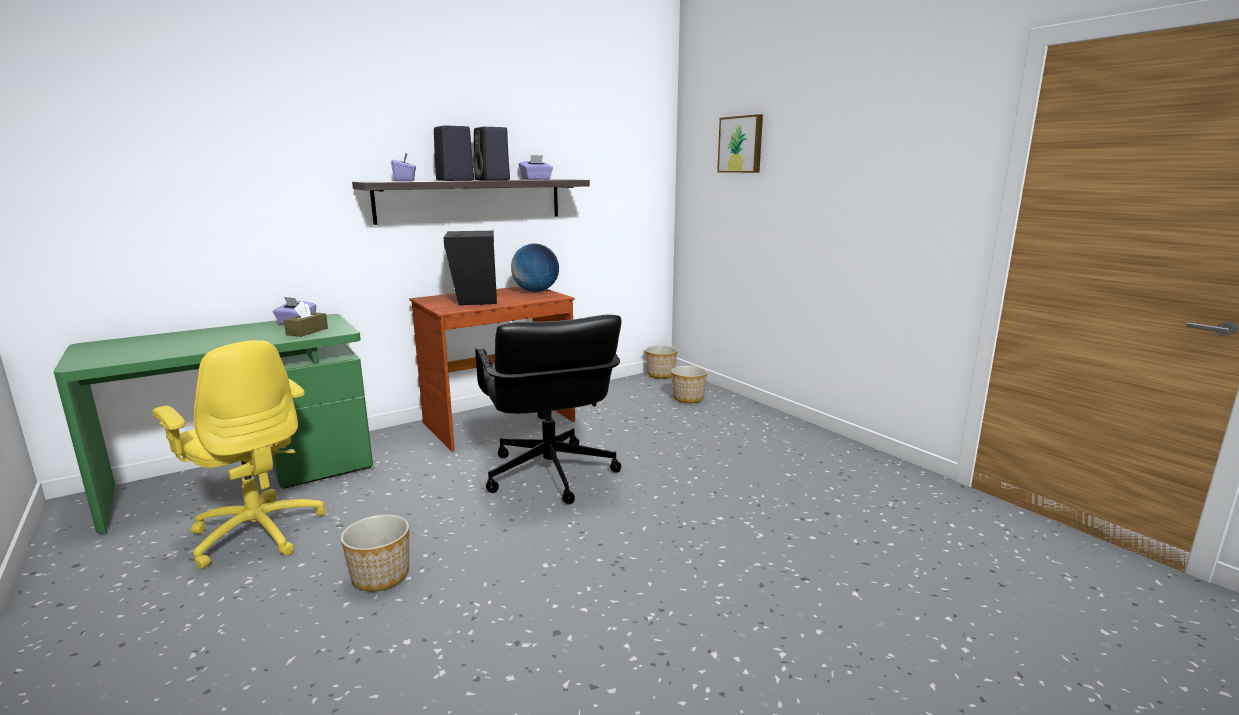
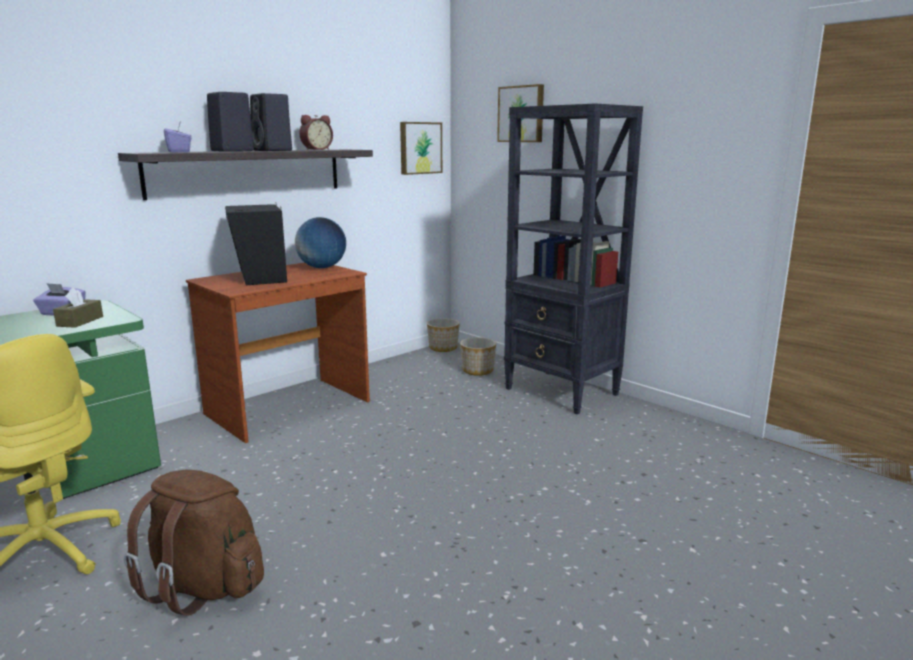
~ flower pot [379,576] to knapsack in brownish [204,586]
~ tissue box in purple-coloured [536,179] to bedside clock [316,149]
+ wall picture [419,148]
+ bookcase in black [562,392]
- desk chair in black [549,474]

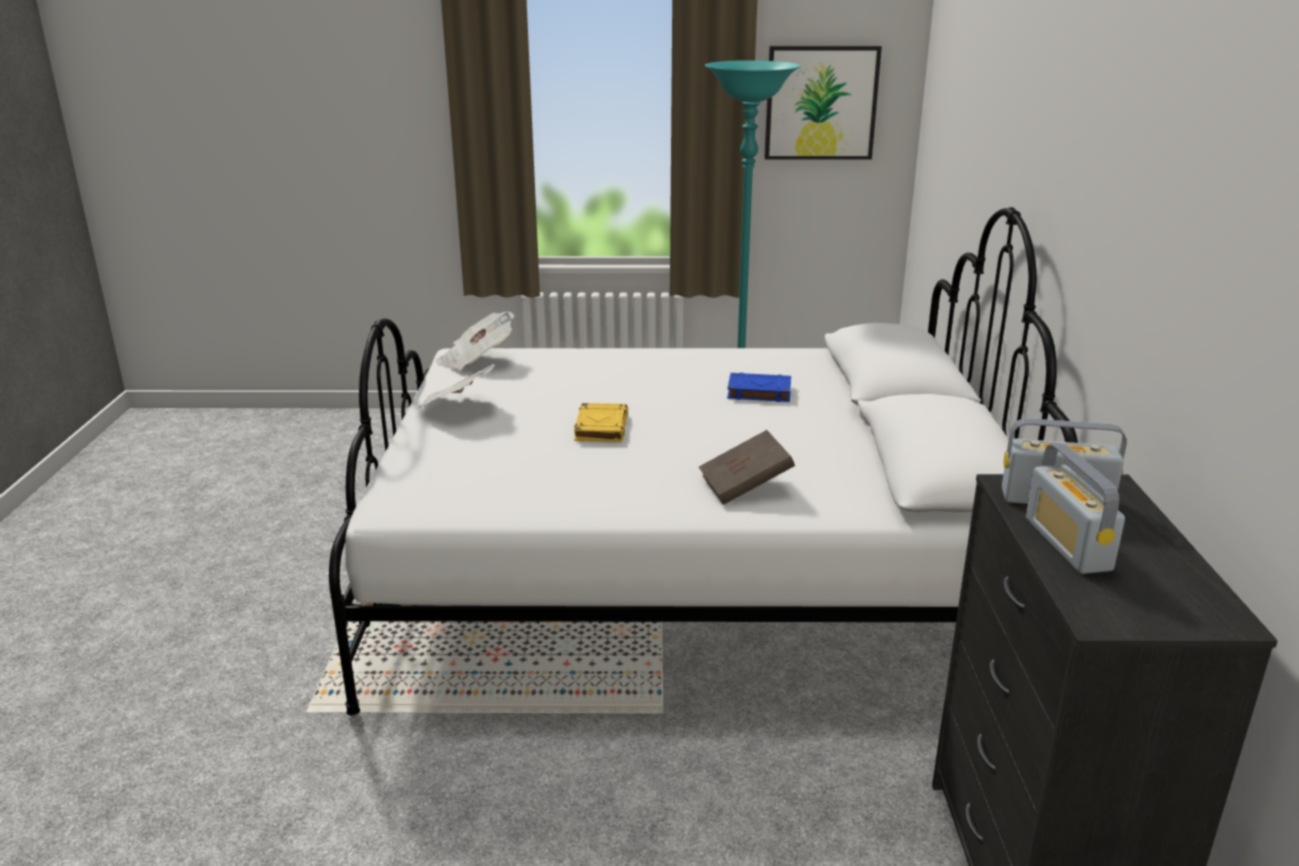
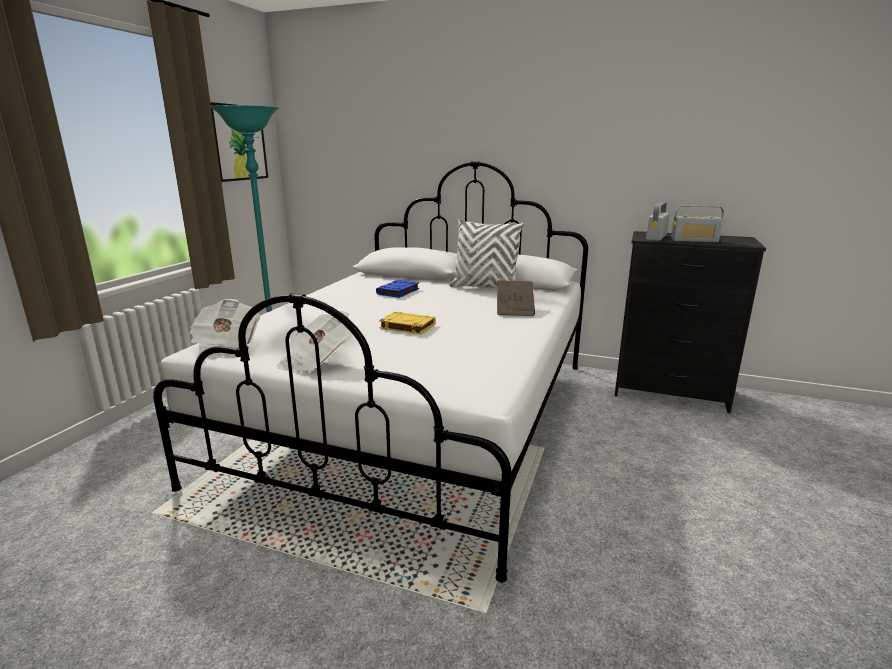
+ throw pillow in white [484,287]

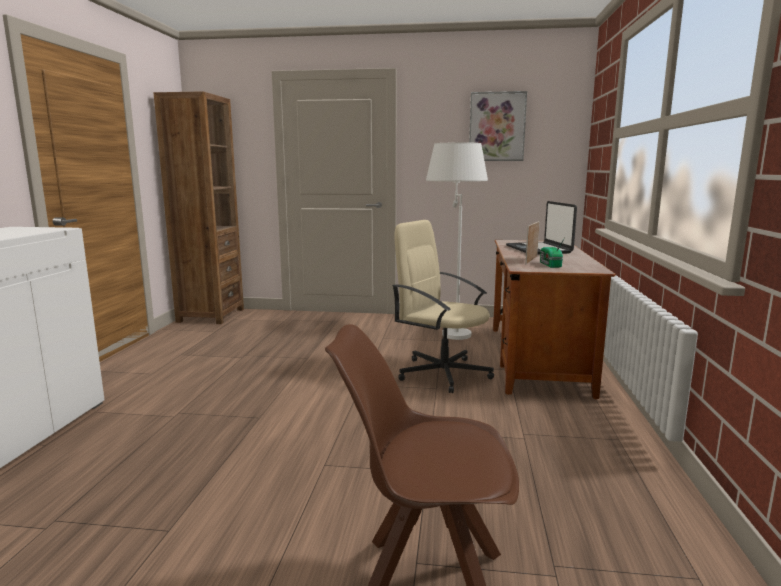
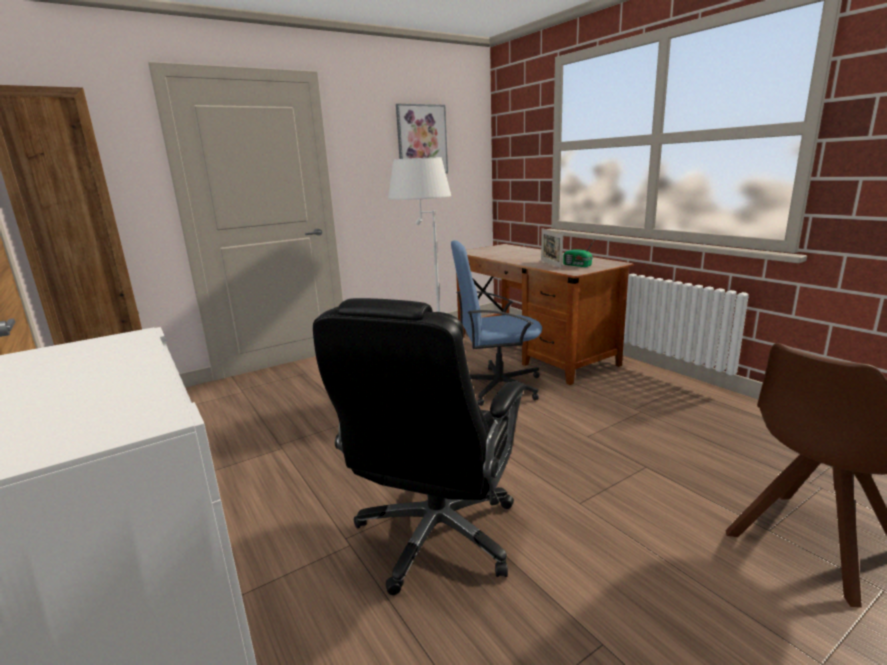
+ desk chair in black [435,536]
~ desk chair in sand-coloured [442,373] to desk chair in blue [497,386]
- portable computer [539,249]

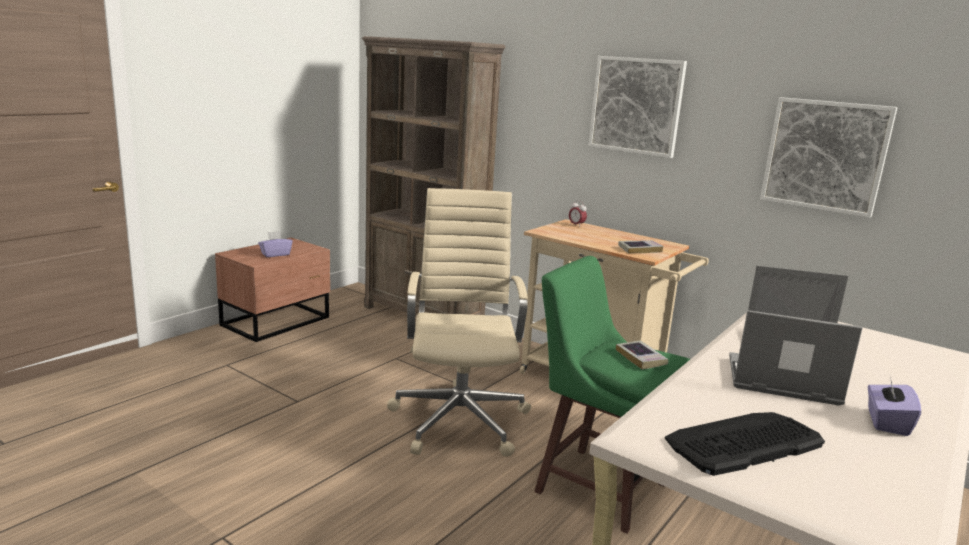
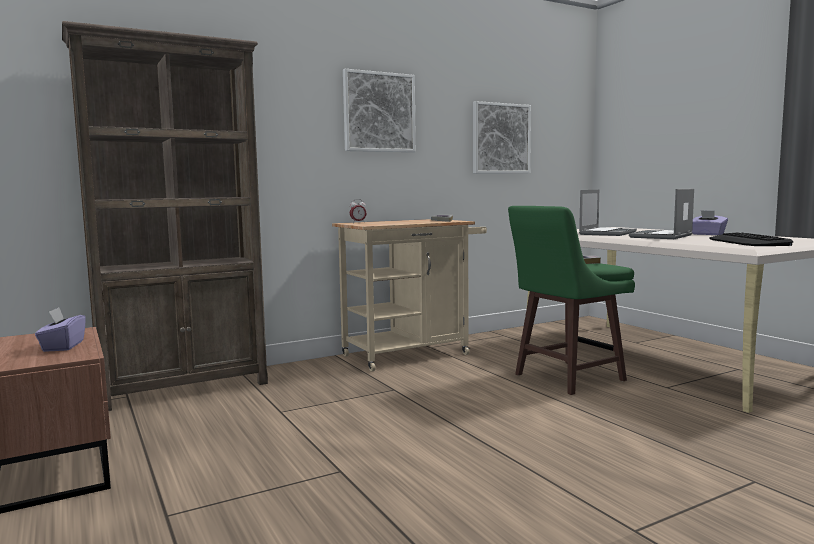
- desk chair in sand-coloured [460,418]

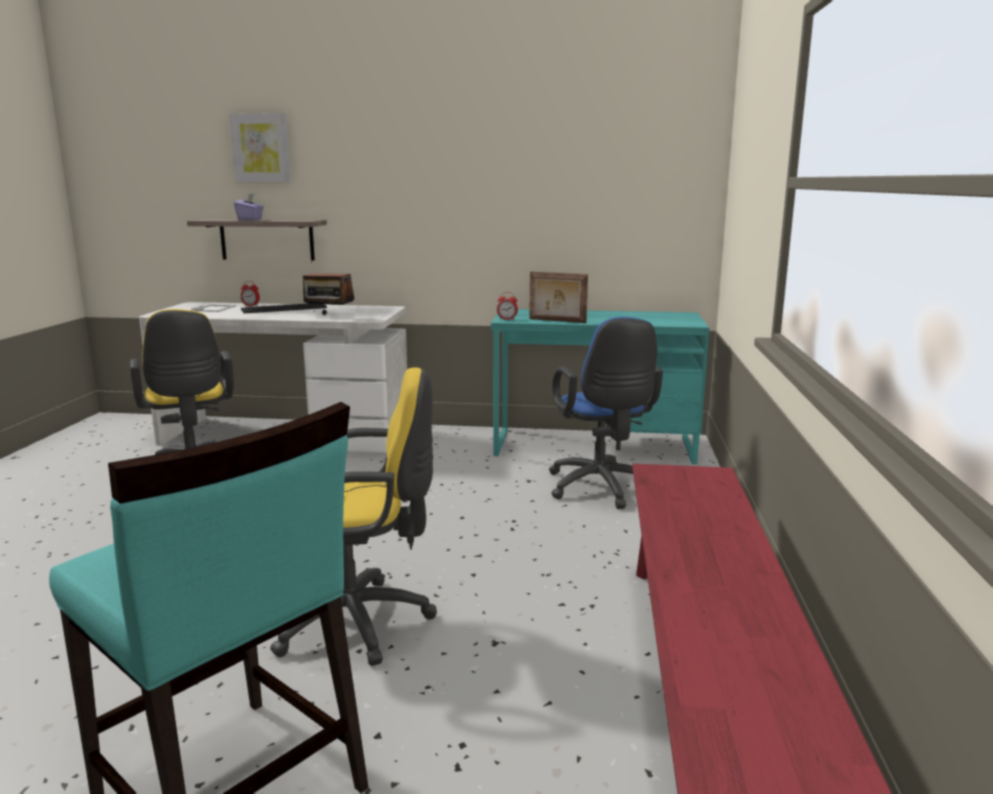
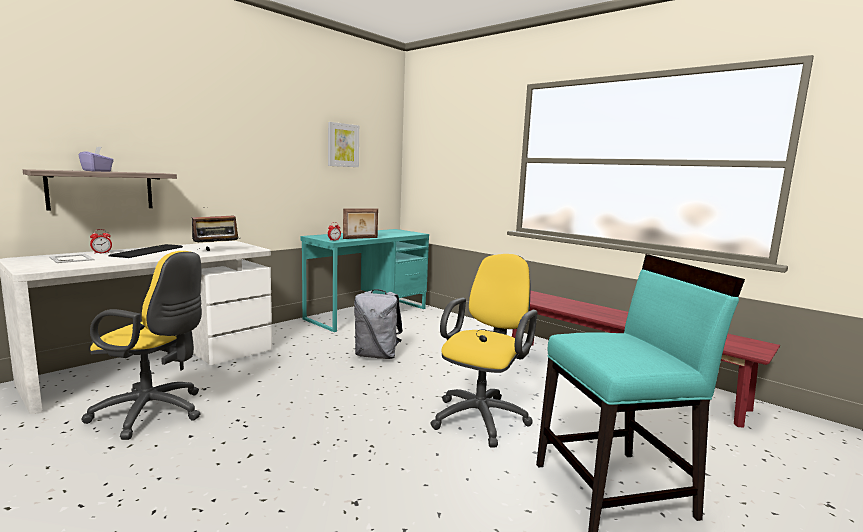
~ wall picture [261,148] to [343,145]
+ knapsack in gray [377,355]
- desk chair in blue [601,489]

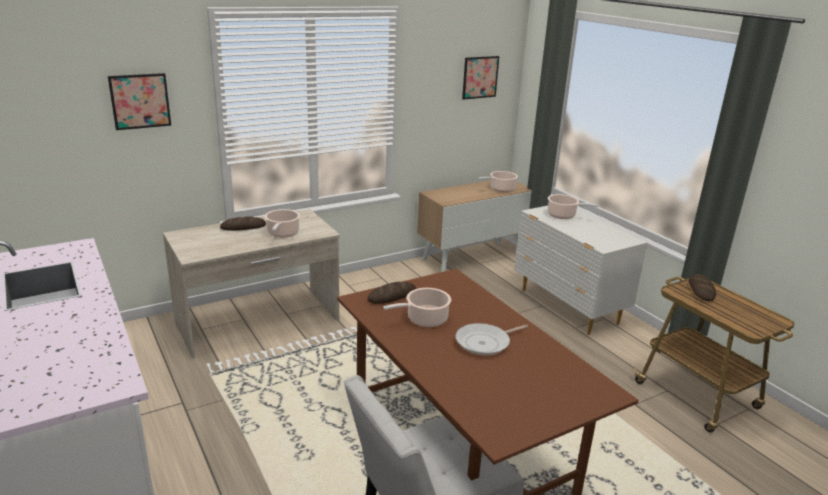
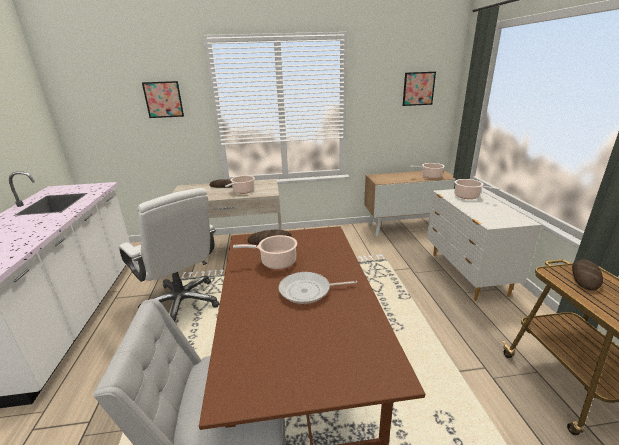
+ desk chair in white [182,303]

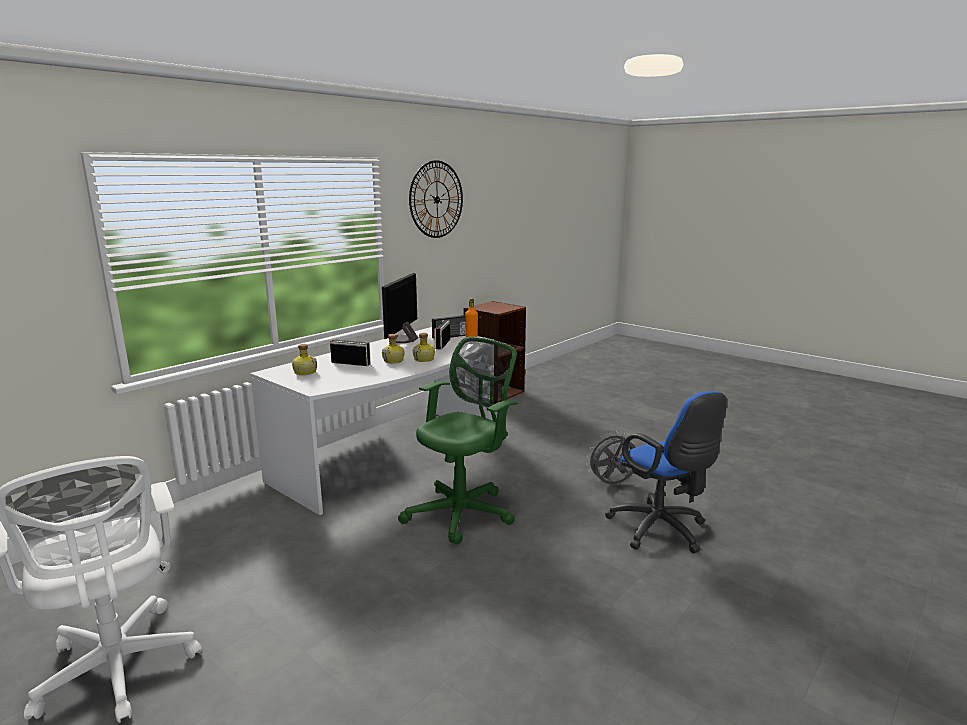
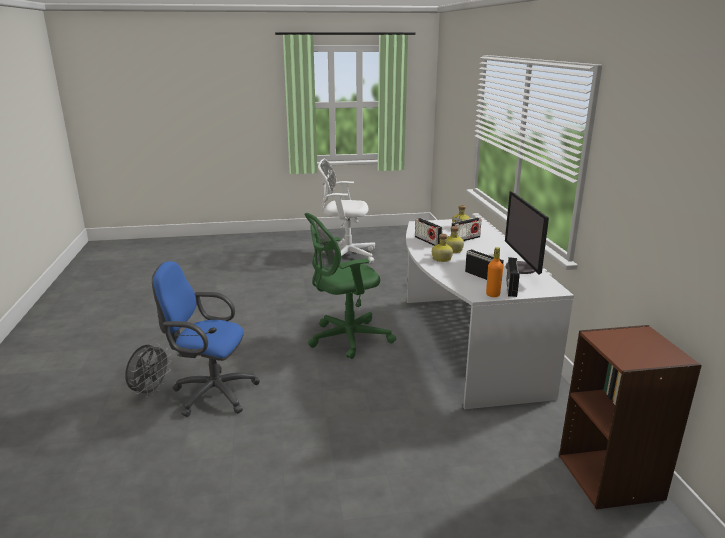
~ electric fan in gray [612,484] to [150,391]
~ desk chair in green [463,512] = [346,339] 75 degrees clockwise
+ radio receiver [427,241]
~ computer screen [403,339] = [522,268] 150 degrees counterclockwise
- wall clock [436,199]

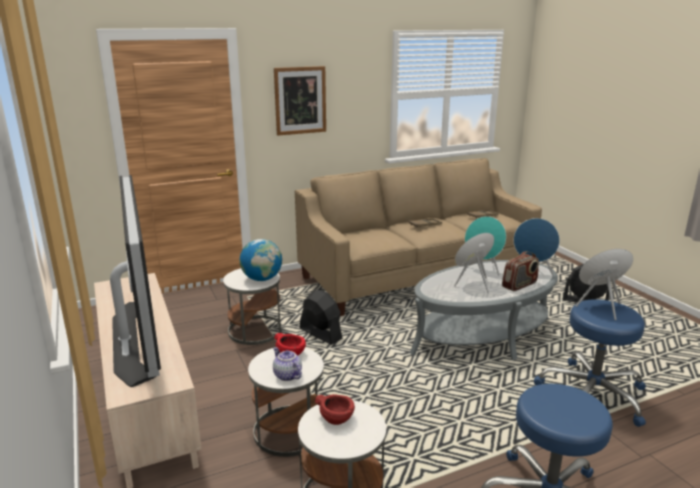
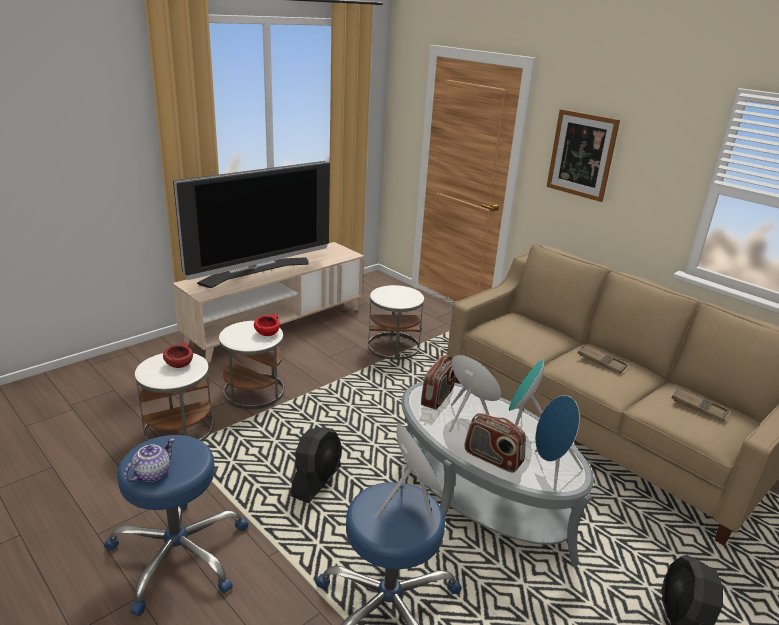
~ teapot [286,375] to [152,473]
~ electric fan in black [320,334] to [316,481]
+ radio receiver [438,397]
- desk globe [262,279]

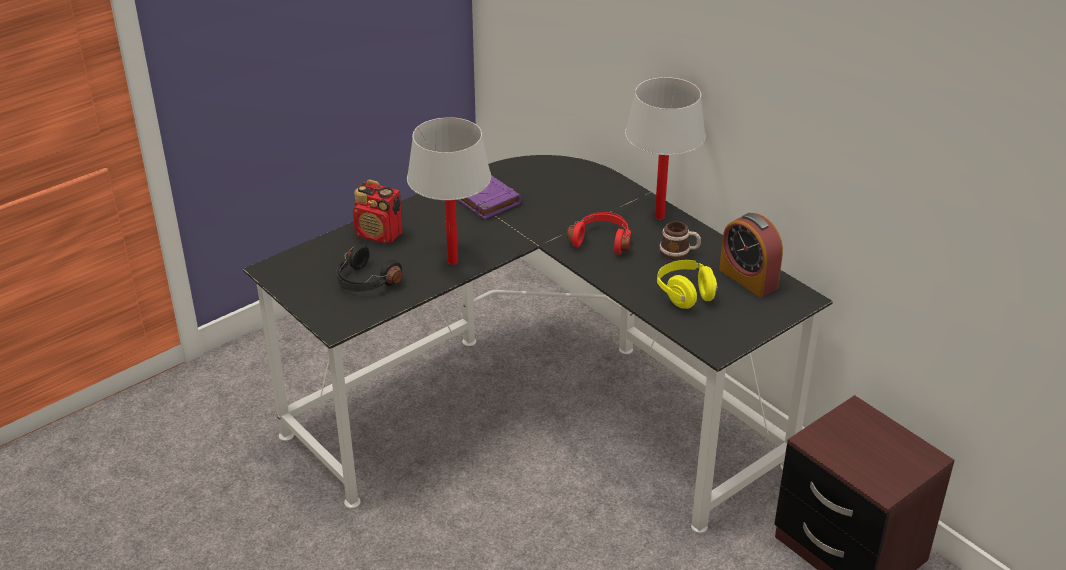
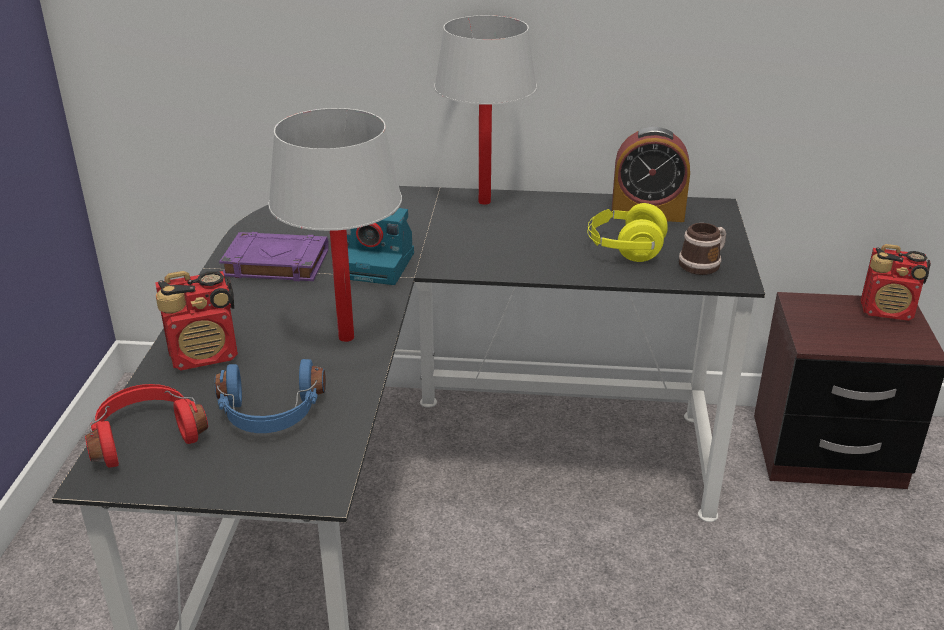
~ headset in red-coloured [602,240] to [146,435]
~ headset in black [365,281] to headset in blue [271,414]
+ photo camera [377,264]
~ mug [679,252] to [703,264]
+ radio receiver [888,311]

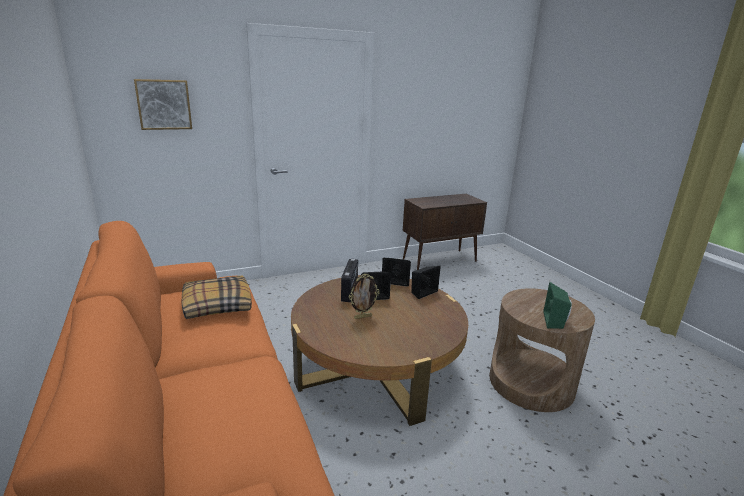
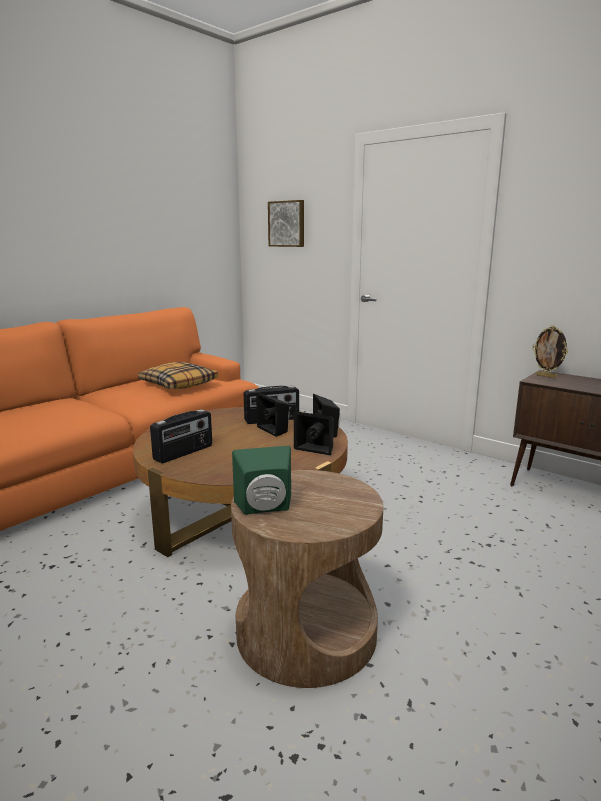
+ radio receiver [184,453]
~ standing frame [363,317] to [546,376]

